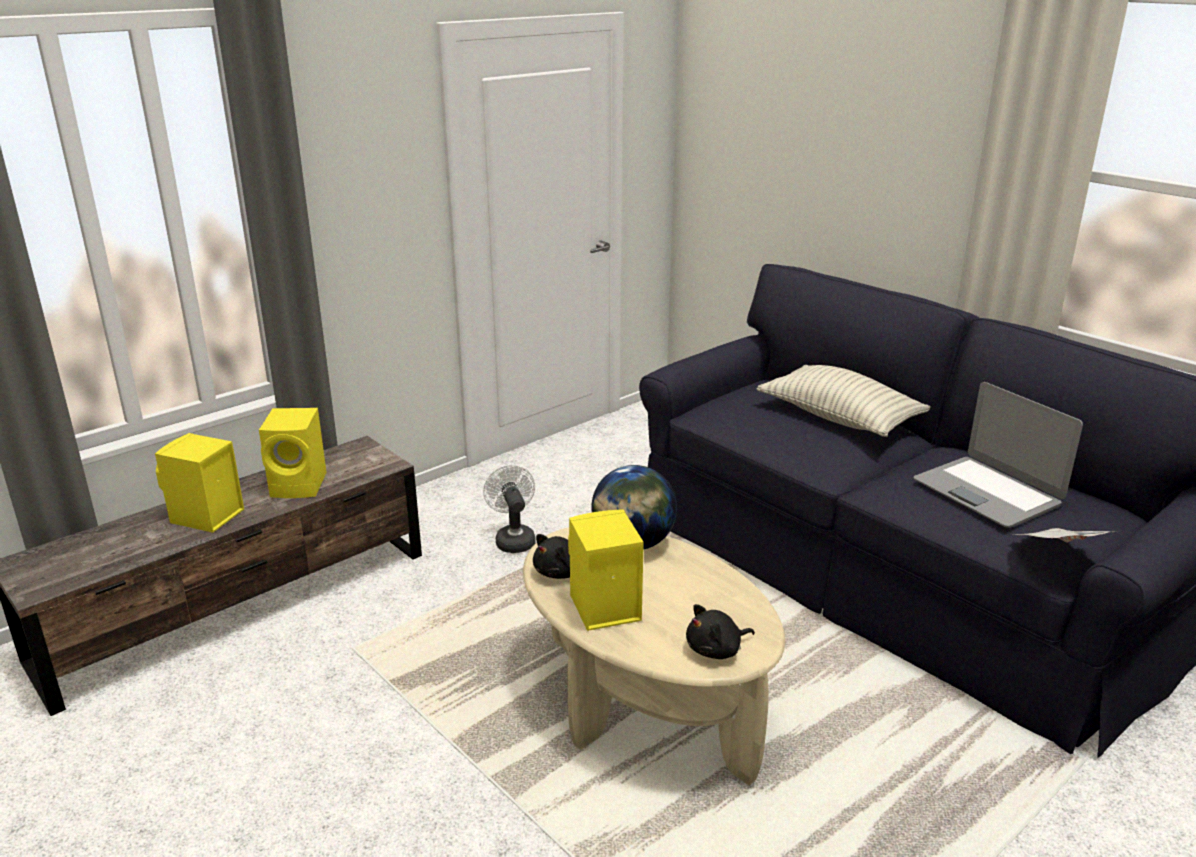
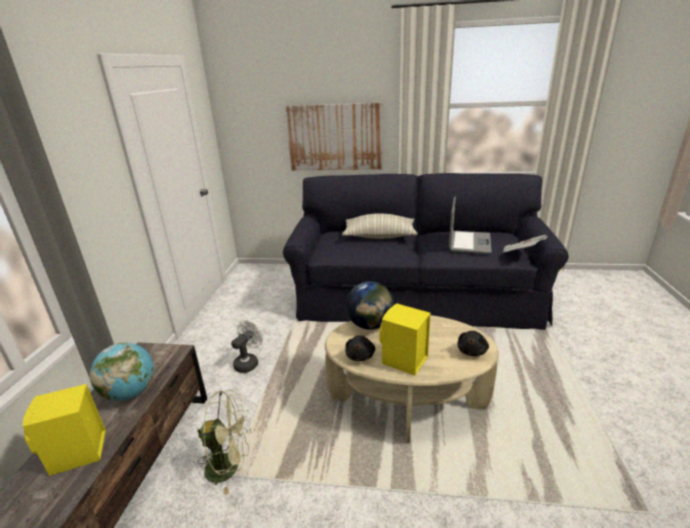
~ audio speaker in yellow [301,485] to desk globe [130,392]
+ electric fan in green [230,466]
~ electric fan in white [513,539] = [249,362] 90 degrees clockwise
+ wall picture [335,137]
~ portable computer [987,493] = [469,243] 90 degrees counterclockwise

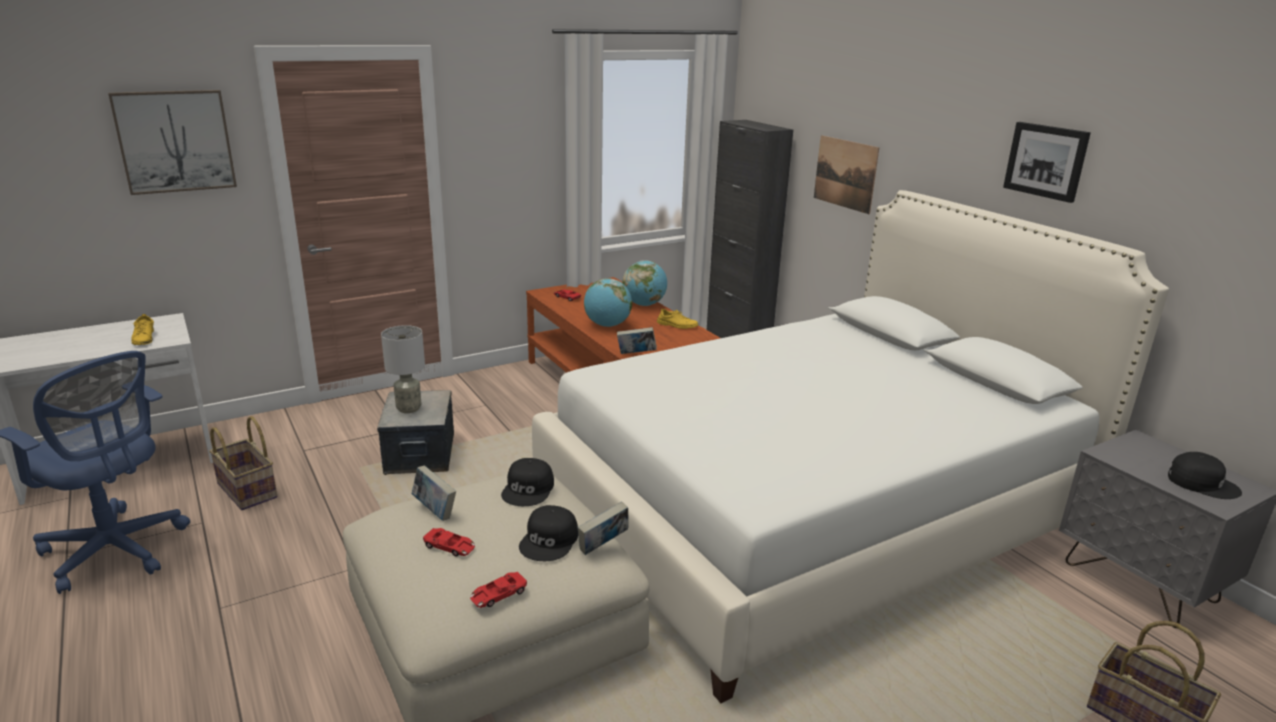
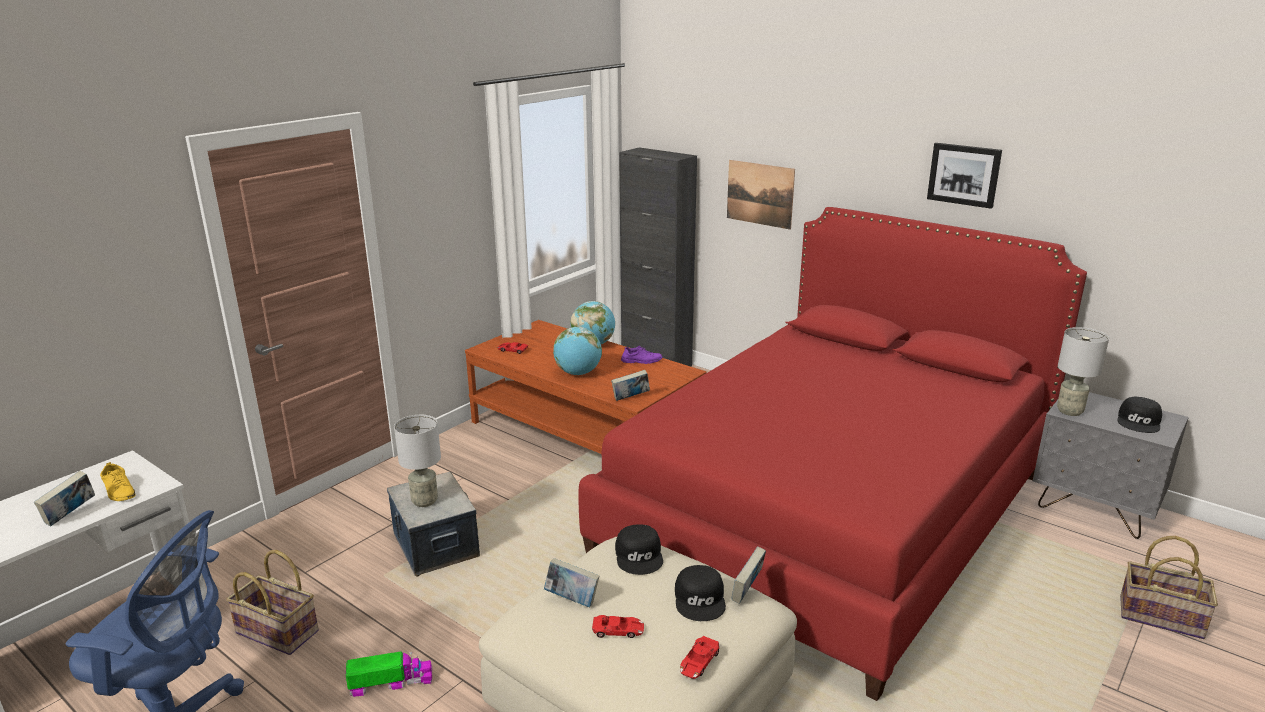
+ volume [70,515]
+ toy lorry [391,682]
~ bed in white [810,512] to bed in red-coloured [829,513]
~ low shoe in yellow [677,325] to low shoe in purple-coloured [641,360]
+ table lamp in gray [1070,411]
~ cap in black [1202,483] = [1139,421] 105 degrees clockwise
- wall picture [175,141]

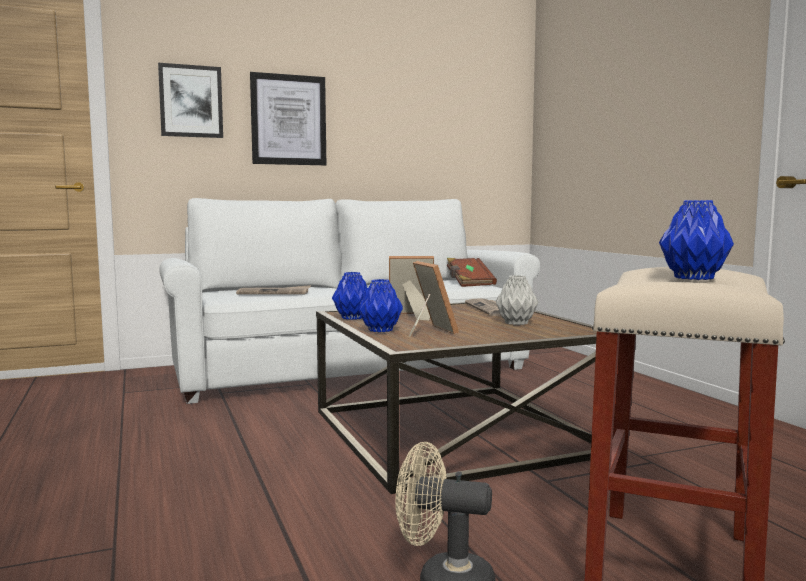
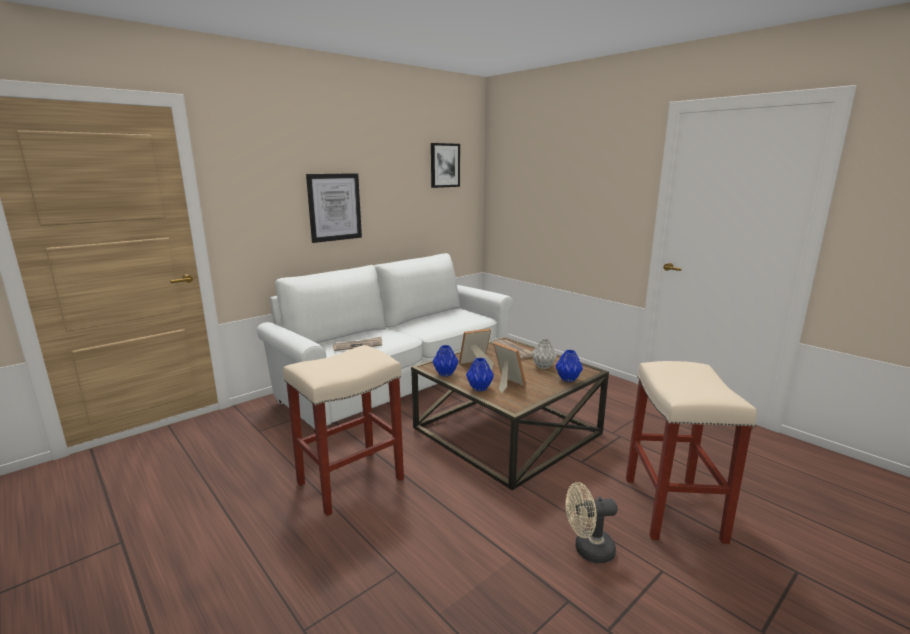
+ sitting stool in sand-coloured [351,480]
~ wall picture [191,101] to [444,165]
~ decorative vase in blue [695,278] to [568,379]
- volume in brownish [469,283]

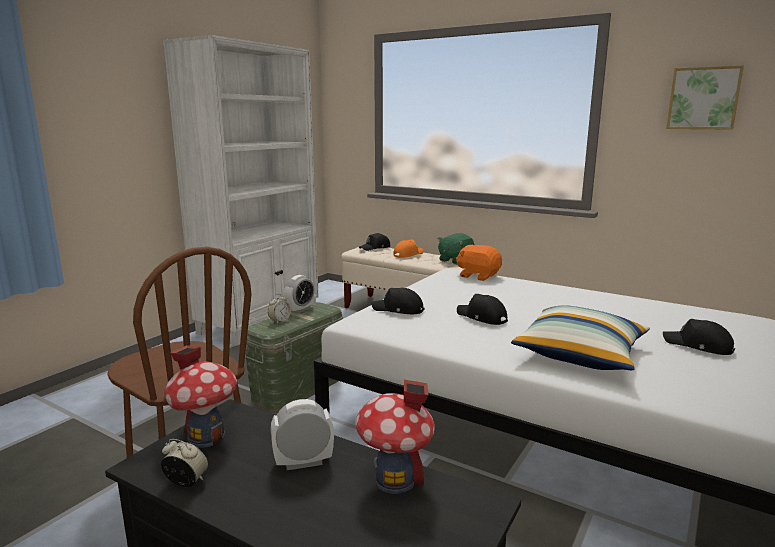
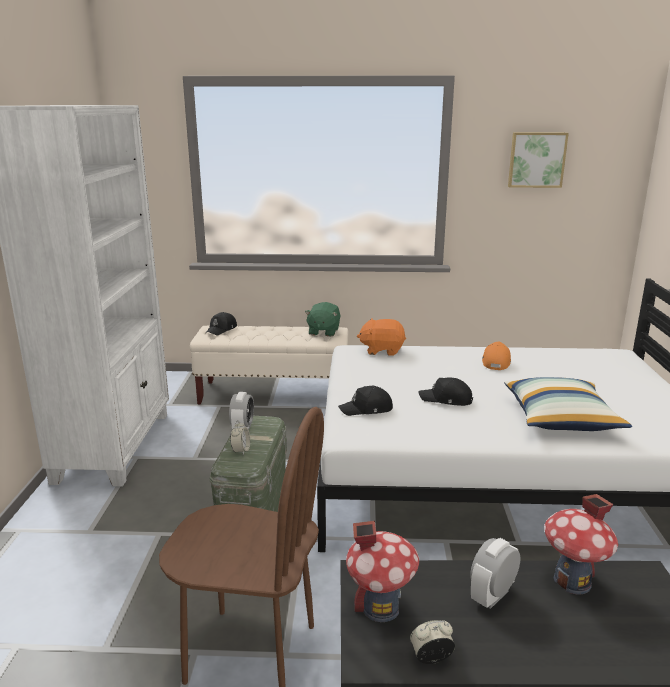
~ cap in orangey [407,254] to [495,362]
- cap in black [698,346]

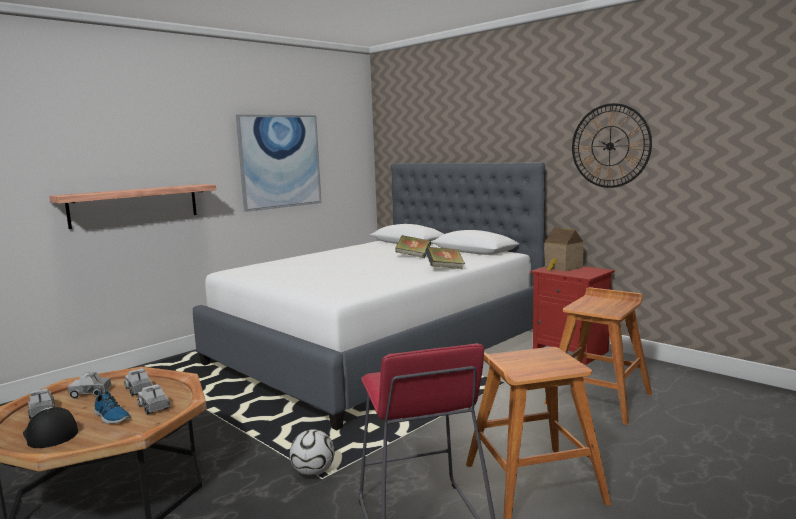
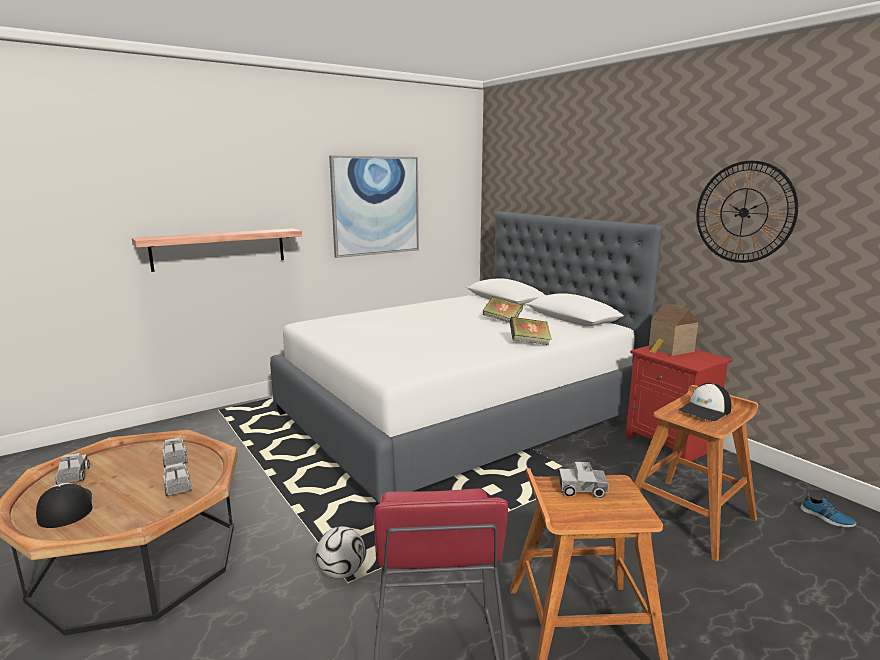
~ toy lorry [91,393] to [582,489]
+ cap [705,410]
~ low shoe [111,417] to [826,518]

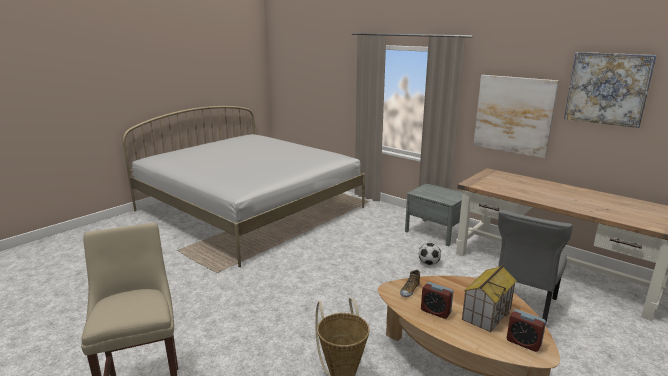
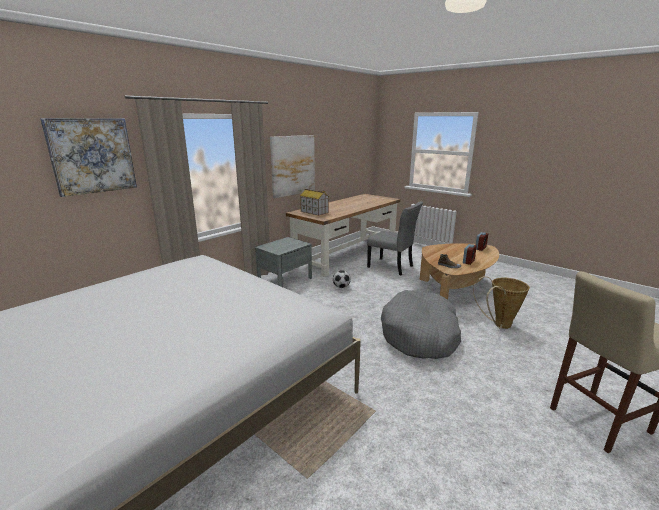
~ wall picture [607,88] to [92,156]
~ toy house [486,313] to [314,212]
+ dog bed in gray [420,334]

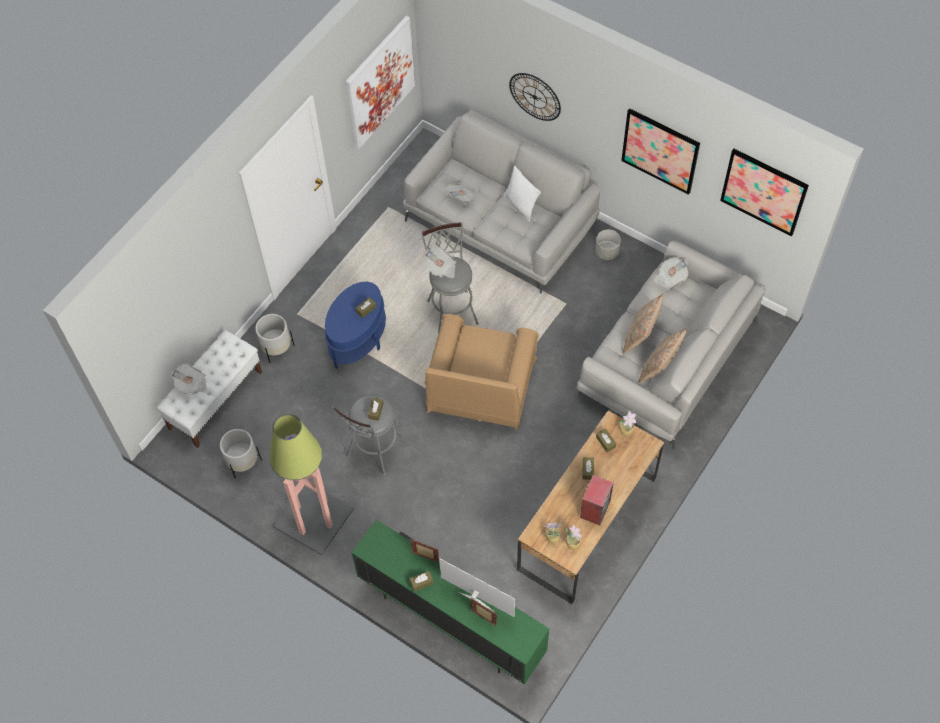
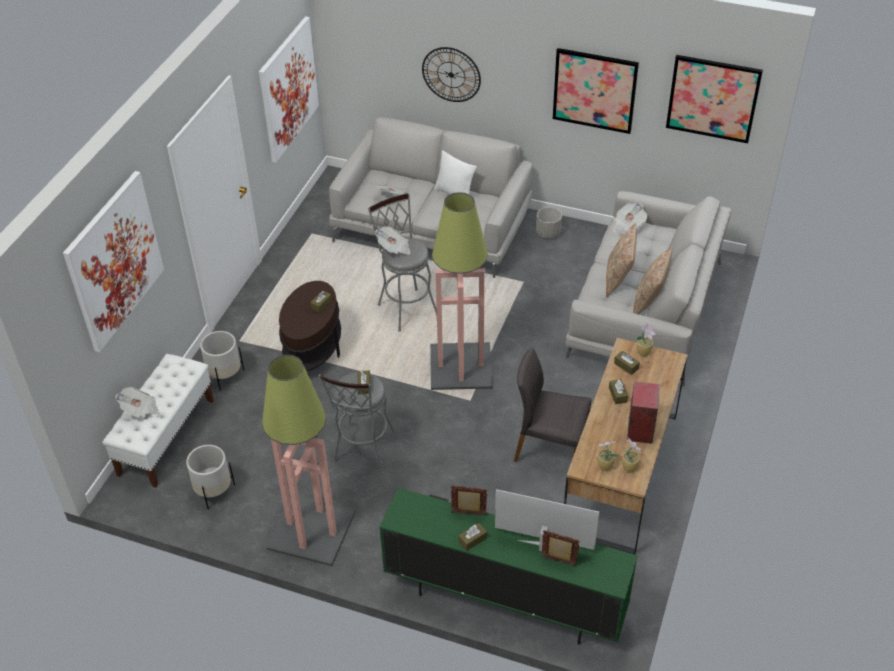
+ wall picture [114,261]
~ accent table in blue [358,340] to accent table in brownish [313,352]
~ lounge chair in brownish [481,384] to standing lamp [460,367]
+ chair in gray [550,447]

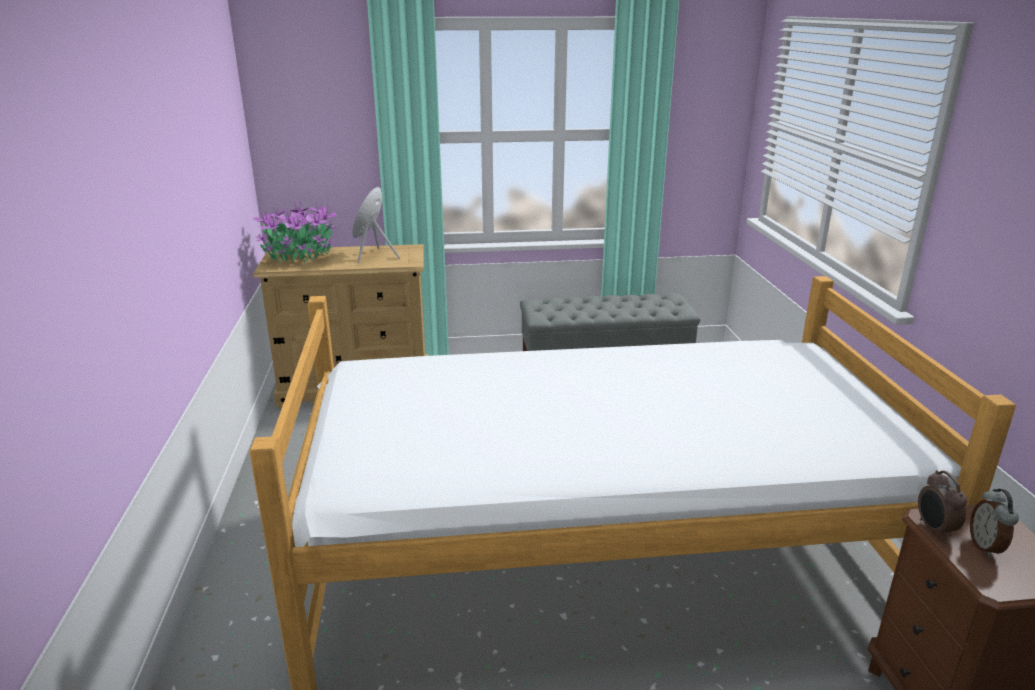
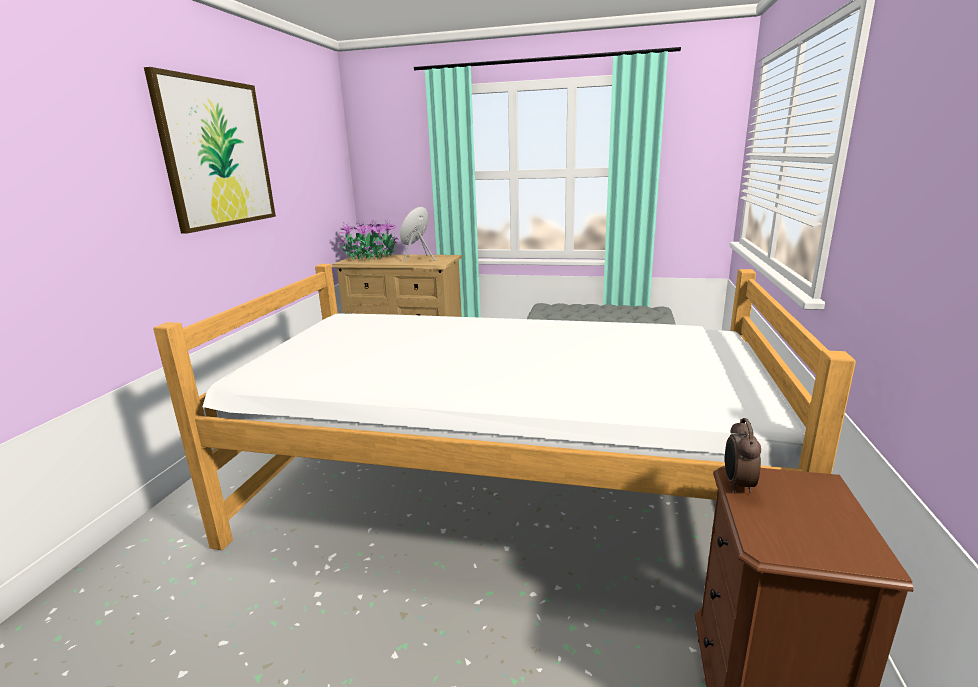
+ wall picture [217,154]
- bedside clock [986,547]

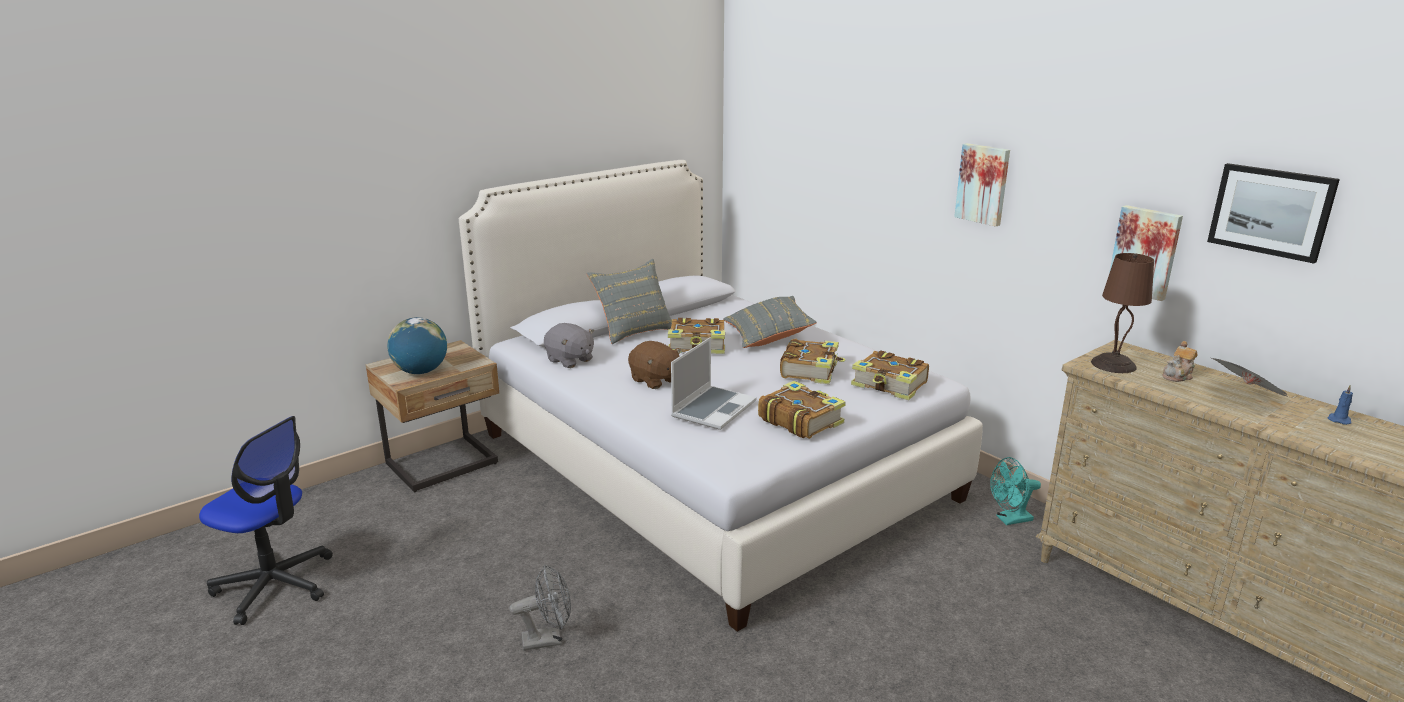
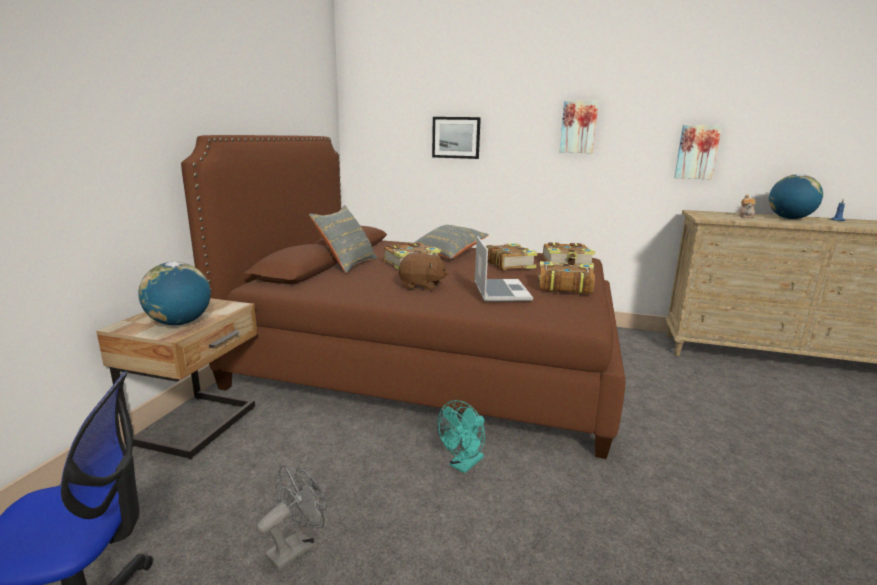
~ bed in white [709,465] to bed in brownish [431,360]
~ electric fan in gray [548,639] to [296,547]
~ wall picture [1271,211] to [456,137]
~ electric fan in turquoise-coloured [1009,520] to [463,465]
~ daily paper [1247,397] to desk globe [789,218]
- plush toy in gray [570,360]
- table lamp in brownish [1113,365]

